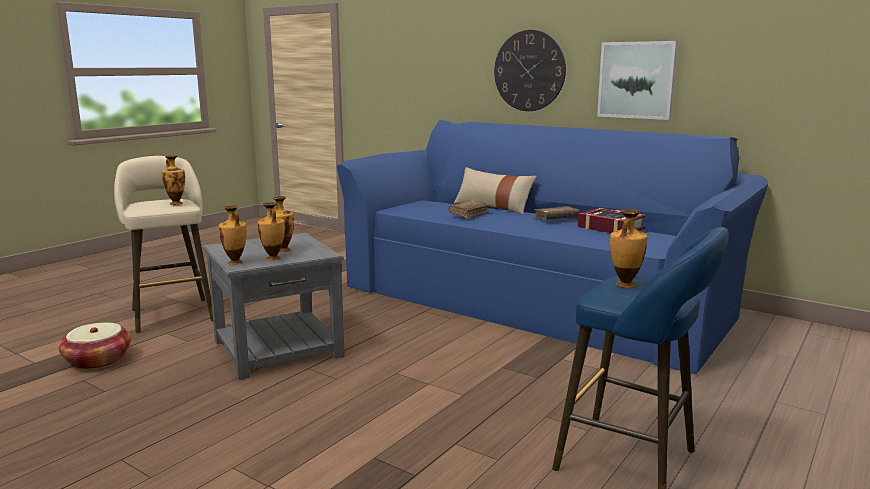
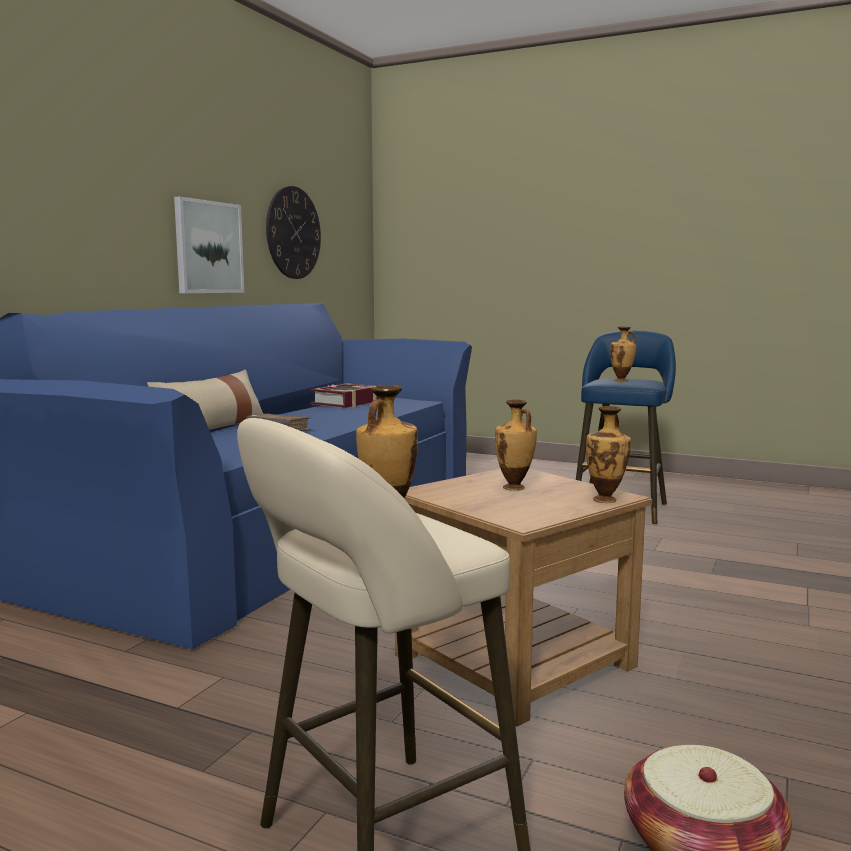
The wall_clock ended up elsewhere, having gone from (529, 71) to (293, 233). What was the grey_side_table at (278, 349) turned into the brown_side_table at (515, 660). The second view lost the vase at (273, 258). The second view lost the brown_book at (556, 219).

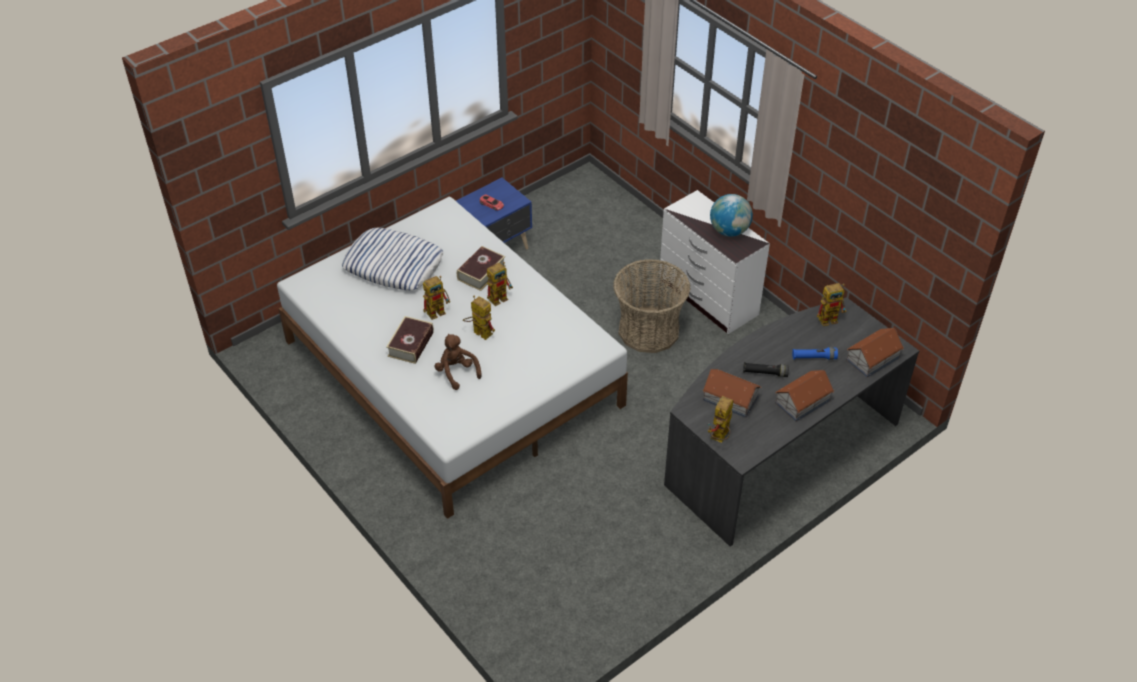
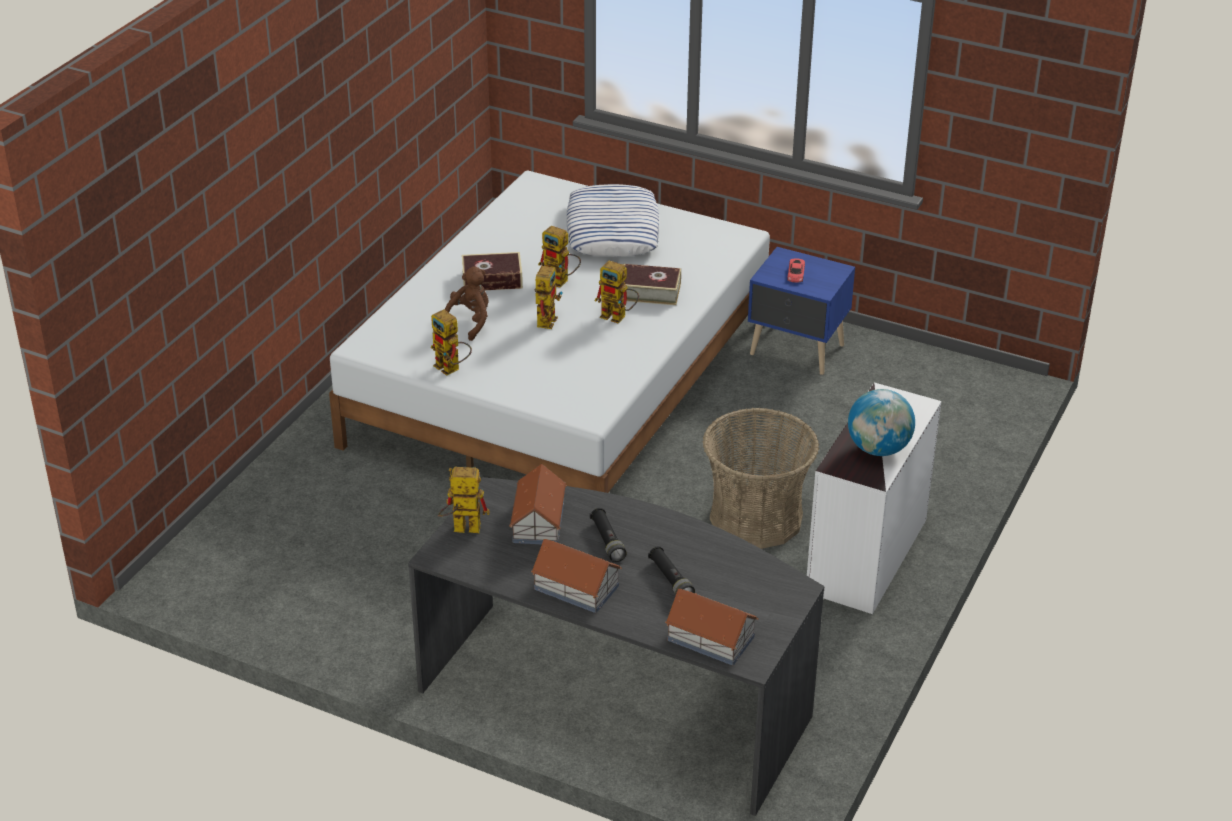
The toy_robot ended up elsewhere, having gone from (831, 318) to (452, 369). What was the blue_flashlight at (814, 357) turned into the black_flashlight at (671, 580).

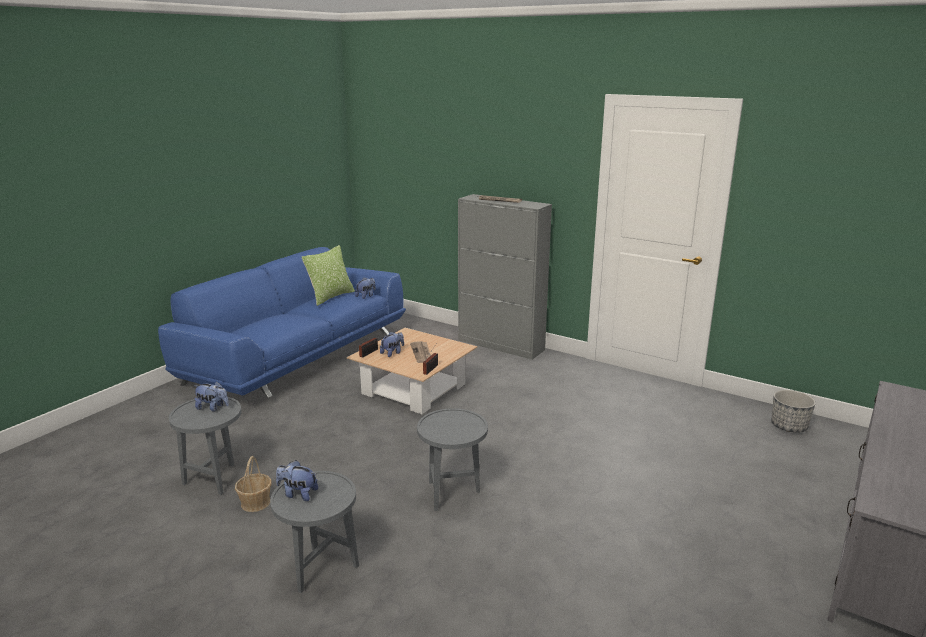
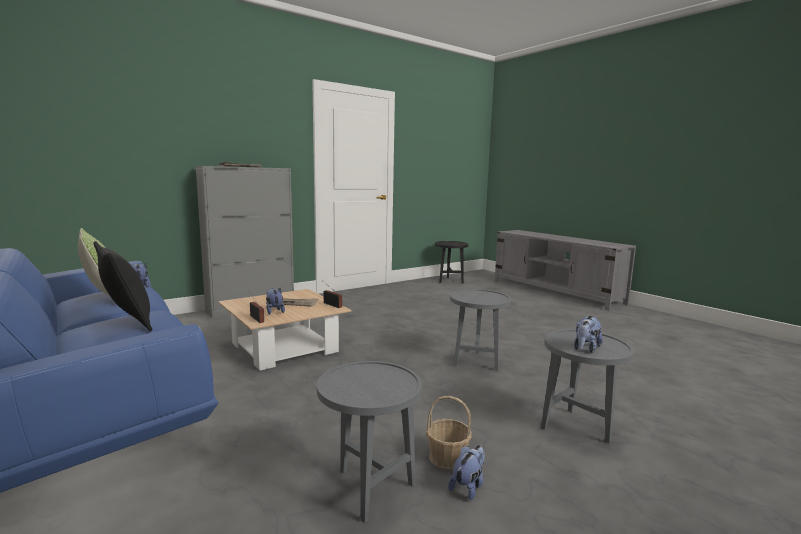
The second view gained the black_pillow at (128, 322). Where the planter stood at (789, 426), the black_side_table came to stand at (449, 280). The plush_toy ended up elsewhere, having gone from (213, 408) to (468, 486).

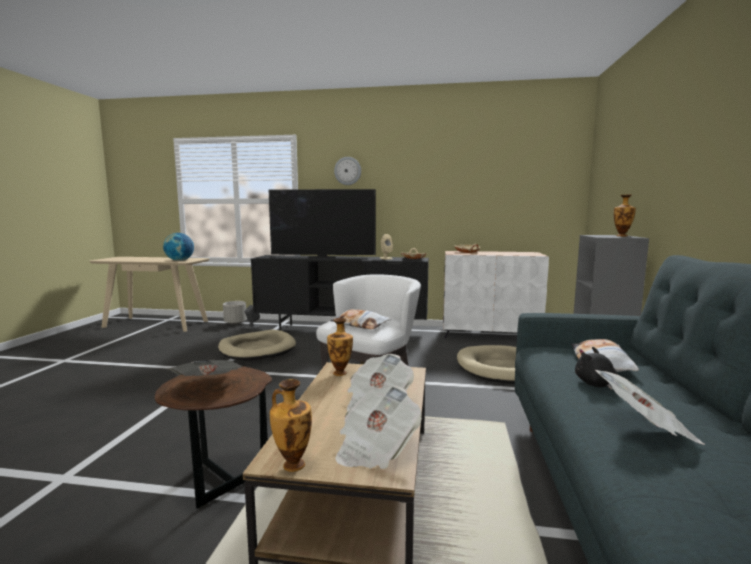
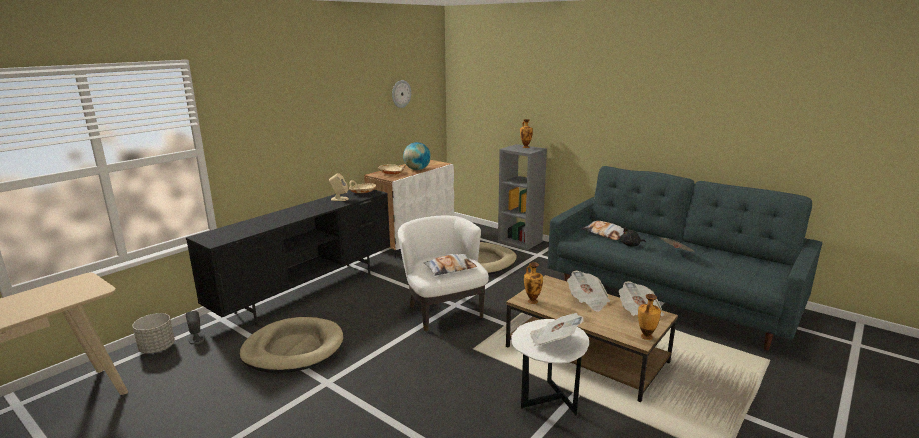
The wall_clock ended up elsewhere, having gone from (347, 171) to (401, 94). The globe ended up elsewhere, having gone from (179, 260) to (417, 169). What was the brown_side_table at (221, 479) turned into the white_side_table at (546, 402). The second view lost the television at (323, 256).

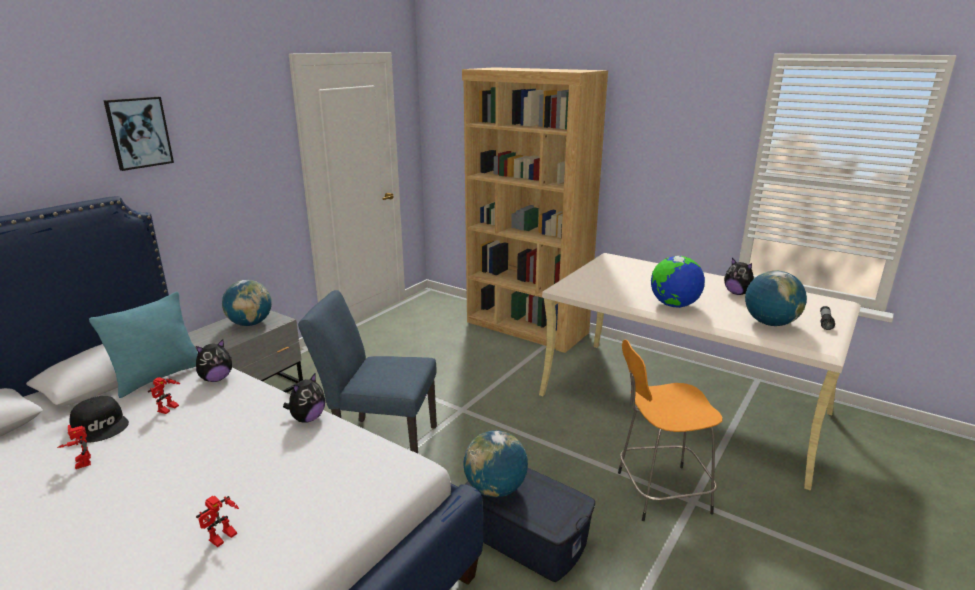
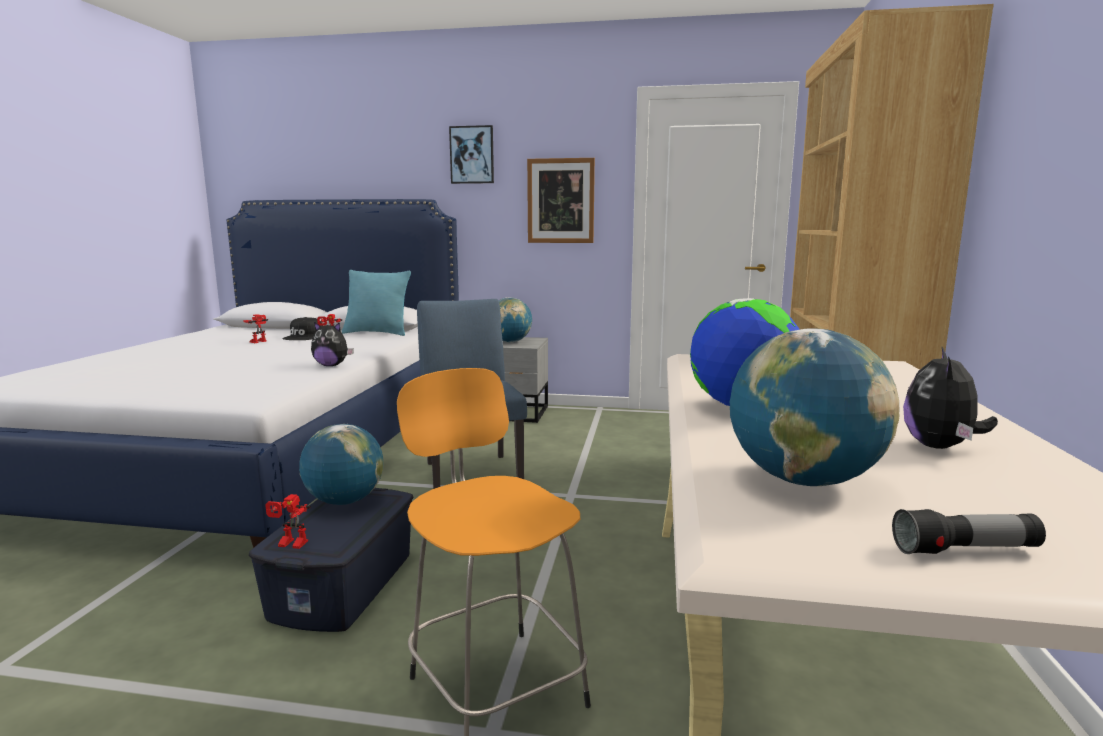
The toy_robot ended up elsewhere, having gone from (223, 539) to (289, 545). The second view gained the picture at (560, 201). The second view lost the plush_toy at (216, 379).

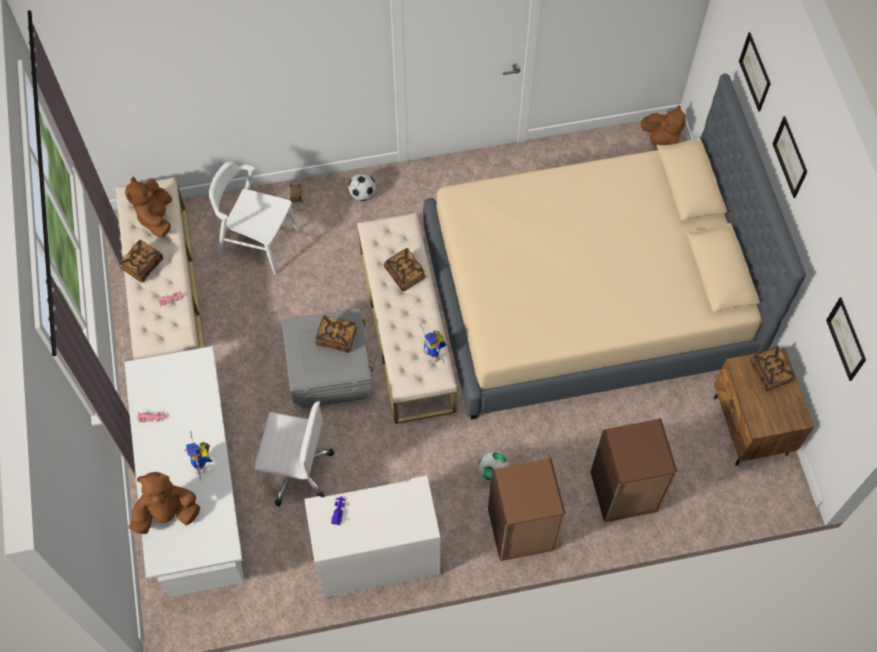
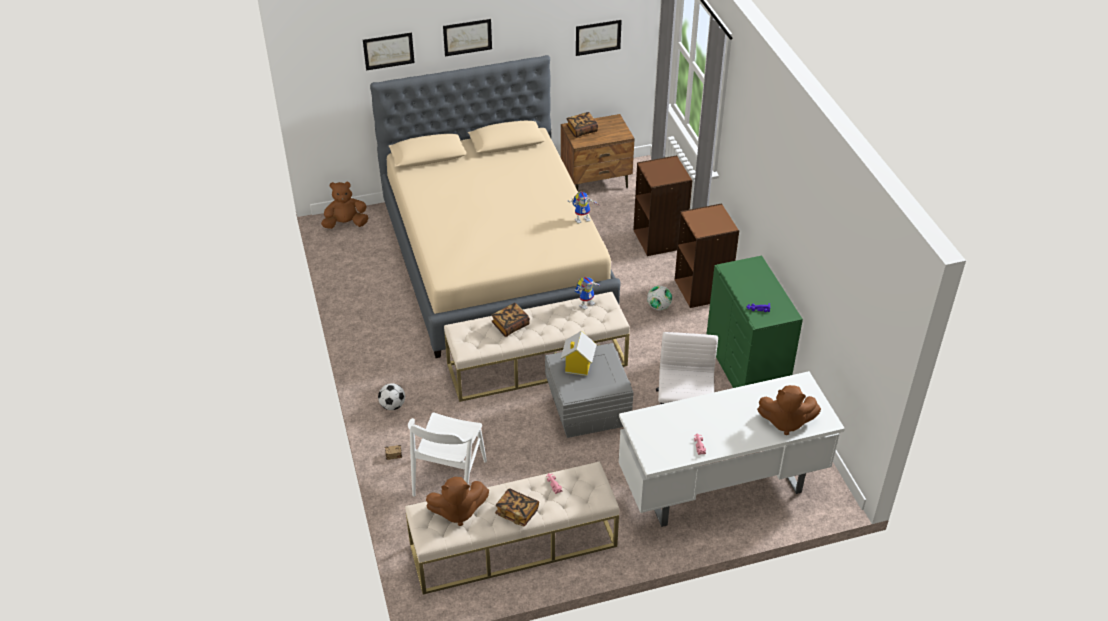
Where the book stood at (336, 338), the toy_house came to stand at (578, 366). The toy_robot ended up elsewhere, having gone from (203, 465) to (583, 218). What was the white_dresser at (377, 558) turned into the green_dresser at (747, 367). The brown_plush_toy at (167, 514) ended up facing another way, 60 degrees counterclockwise from before.

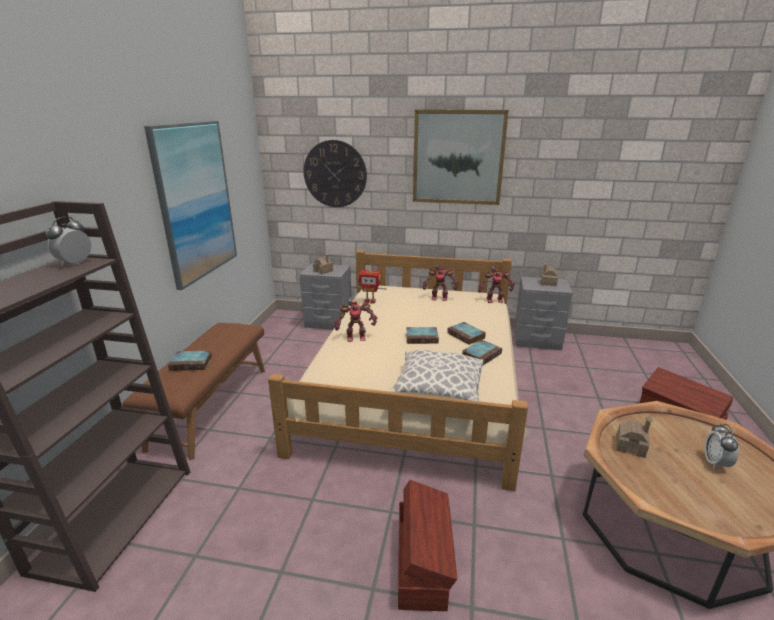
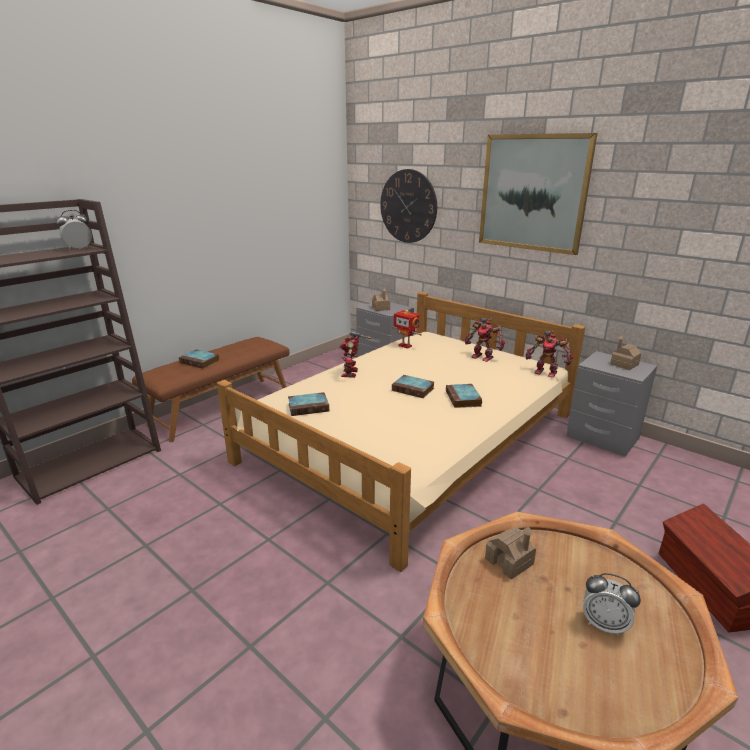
The book ended up elsewhere, having gone from (481, 355) to (309, 407). The toy_robot at (355, 337) ended up facing another way, 75 degrees clockwise from before. The alarm_clock at (715, 463) ended up facing another way, 105 degrees counterclockwise from before. The second view lost the picture at (195, 201). The second view lost the pillow at (437, 392). The second view lost the brown_storage_box at (422, 561).

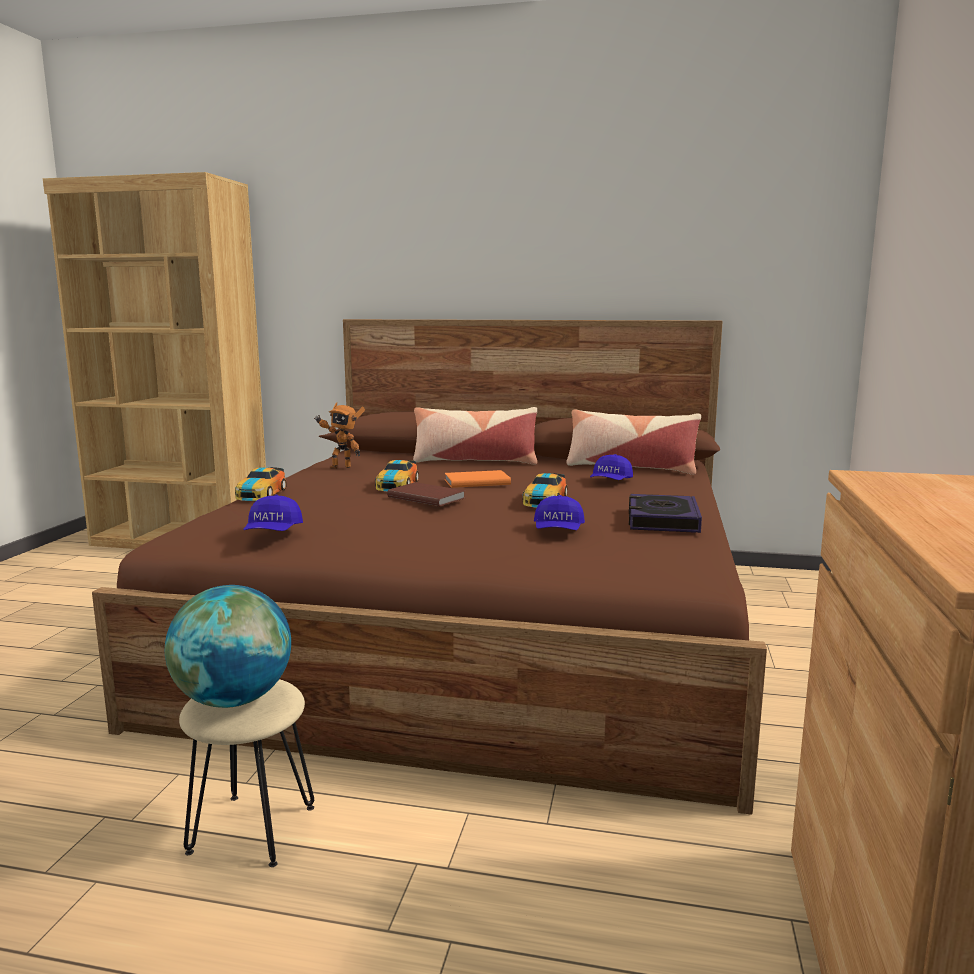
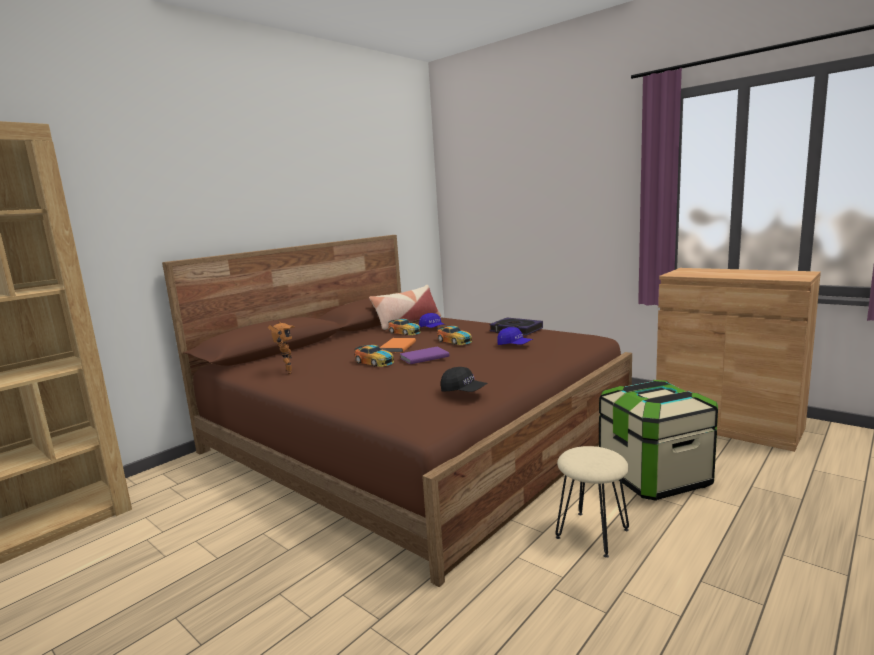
The toy_robot at (340, 467) ended up facing another way, 45 degrees counterclockwise from before. The toy_car ended up elsewhere, having gone from (261, 493) to (405, 332). What was the brown_book at (426, 497) turned into the purple_book at (423, 357). What was the blue_cap at (273, 532) turned into the black_cap at (463, 391). The second view gained the storage_box at (654, 477). The second view lost the globe at (234, 700). The second view lost the pillow at (474, 461).

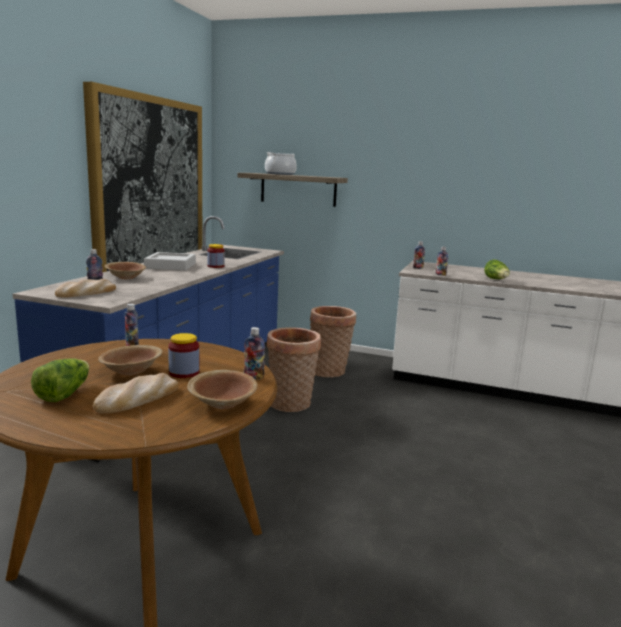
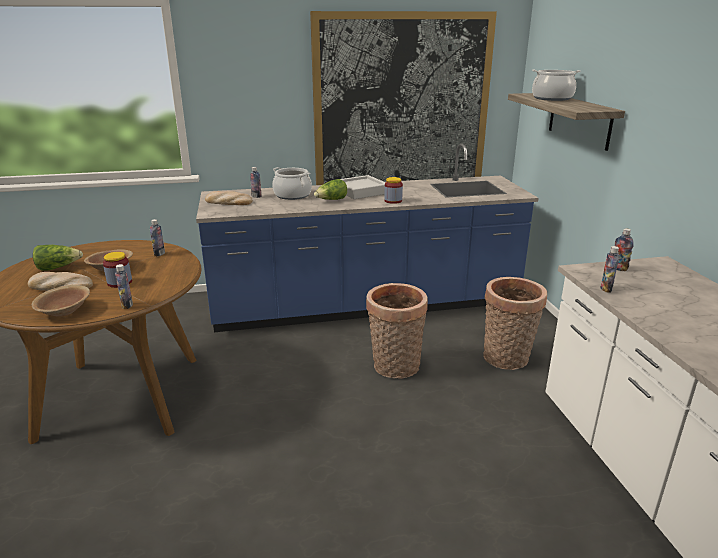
Where the brown_bowl stood at (126, 277), the cooking_pot came to stand at (292, 195). The lettuce ended up elsewhere, having gone from (497, 280) to (331, 200).

